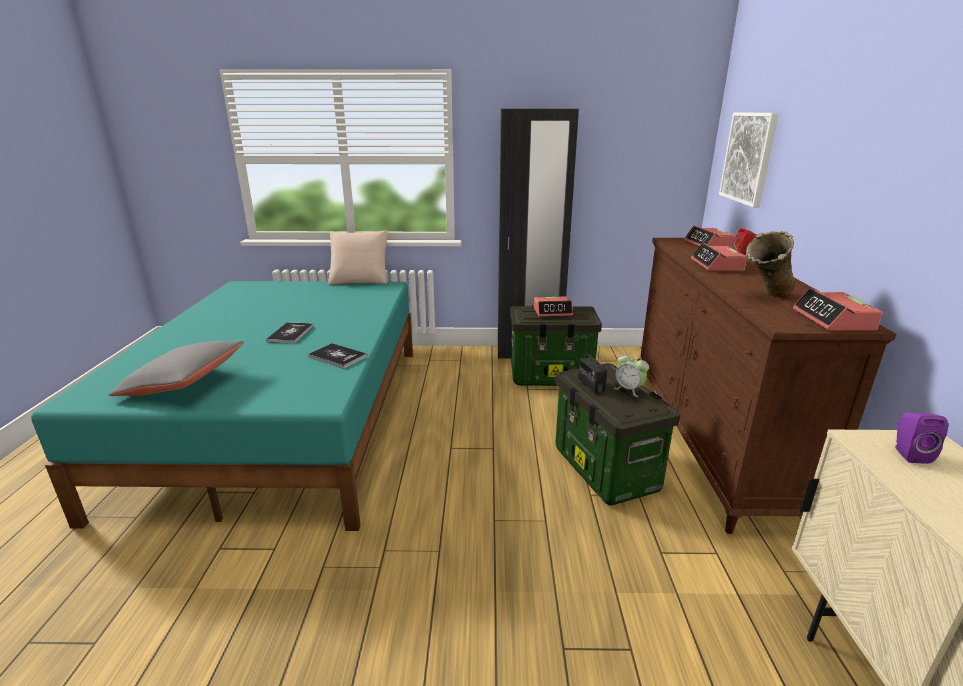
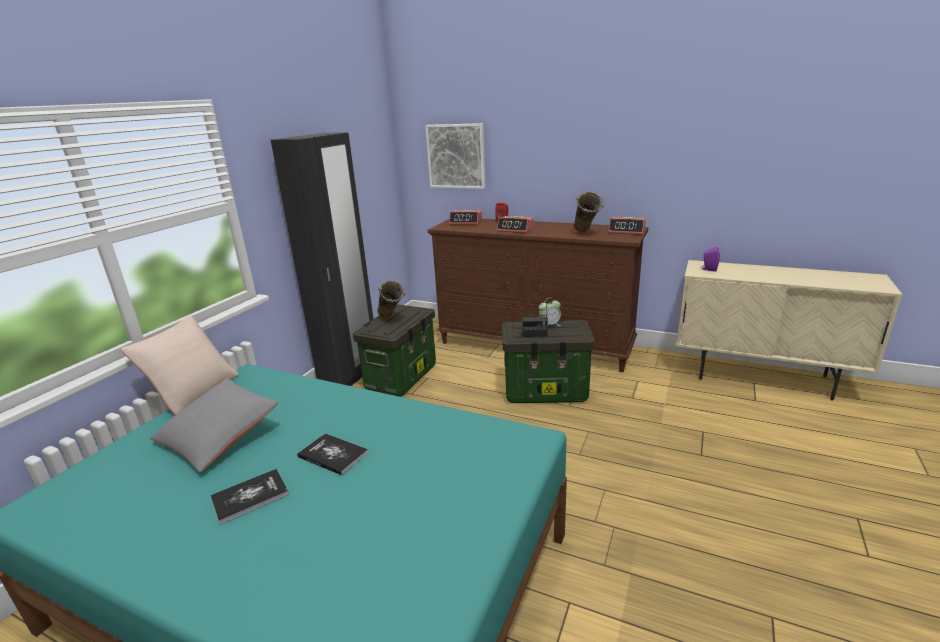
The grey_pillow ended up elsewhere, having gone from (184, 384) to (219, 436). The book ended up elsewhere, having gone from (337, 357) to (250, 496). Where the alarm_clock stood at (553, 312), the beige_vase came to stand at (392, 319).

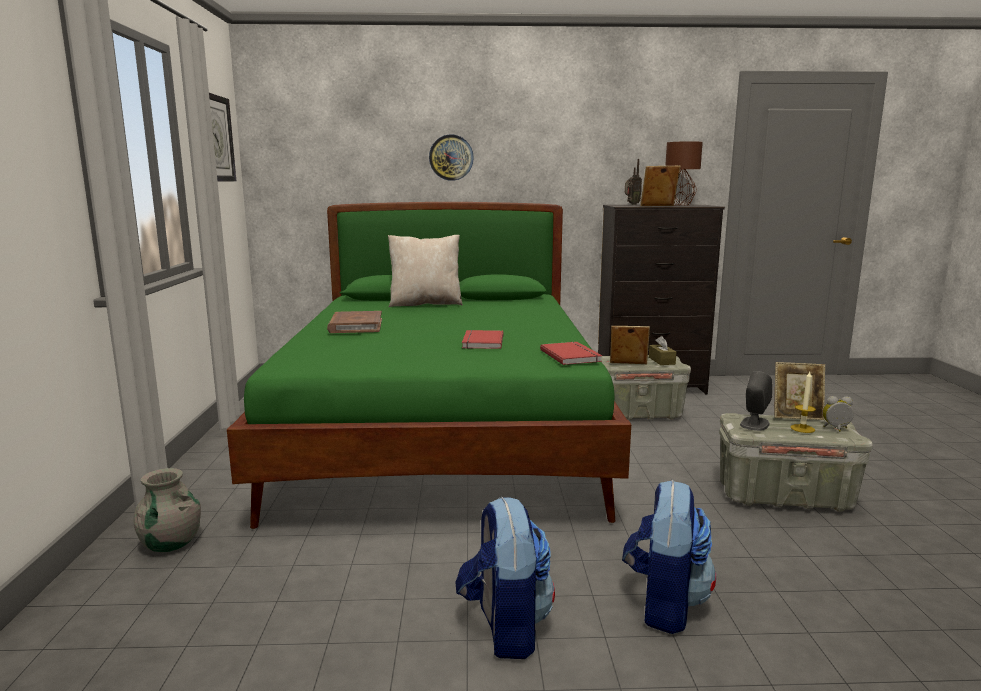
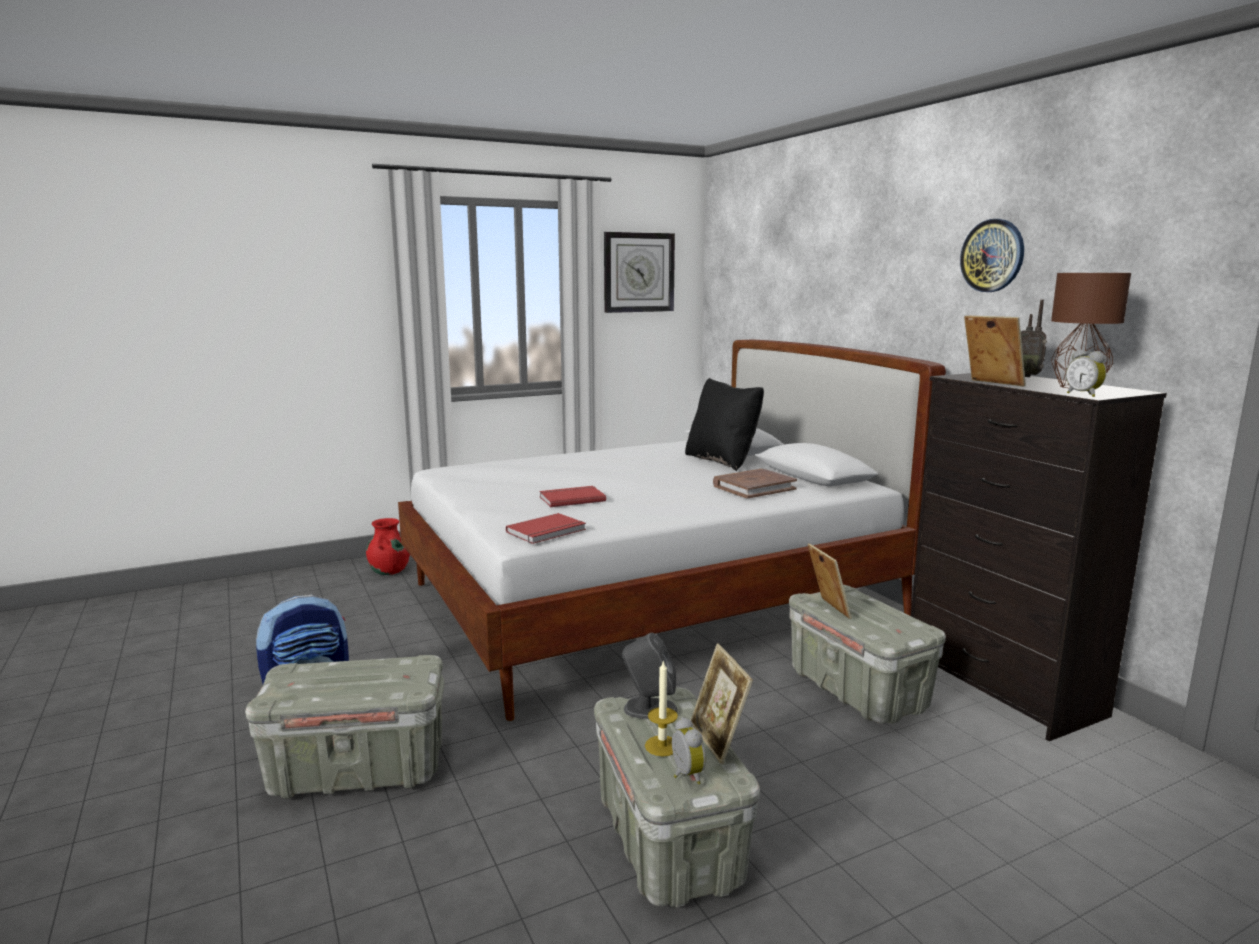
Where the backpack stood at (664, 604), the grey_storage_box came to stand at (359, 770). What was the grey_vase at (171, 544) turned into the red_vase at (389, 571). What was the green_bed at (444, 435) turned into the white_bed at (651, 602). What was the beige_pillow at (425, 304) turned into the black_pillow at (722, 461). The brown_book ended up elsewhere, having gone from (355, 326) to (754, 487). The wall_clock ended up elsewhere, having gone from (451, 157) to (992, 255). The second view gained the alarm_clock at (1084, 395). The second view lost the brown_tissue_box at (661, 361).

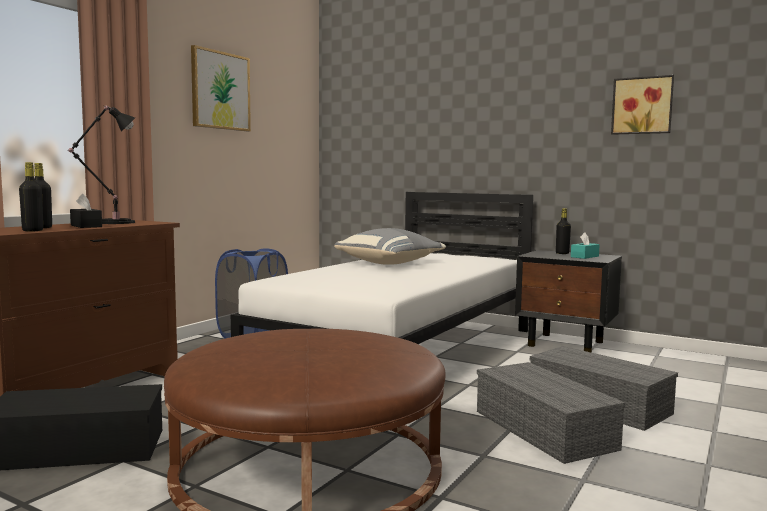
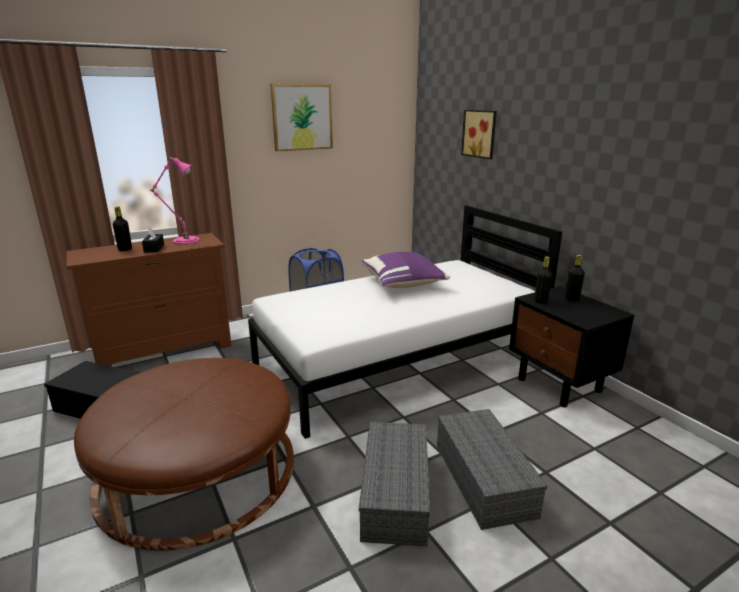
What was the black_table_lamp at (112, 222) turned into the pink_table_lamp at (184, 241). What was the grey_pillow at (390, 263) turned into the purple_pillow at (403, 284). The picture ended up elsewhere, having gone from (642, 105) to (480, 134). The black_bottle ended up elsewhere, having gone from (32, 230) to (540, 301). The second view lost the turquoise_tissue_box at (584, 256).

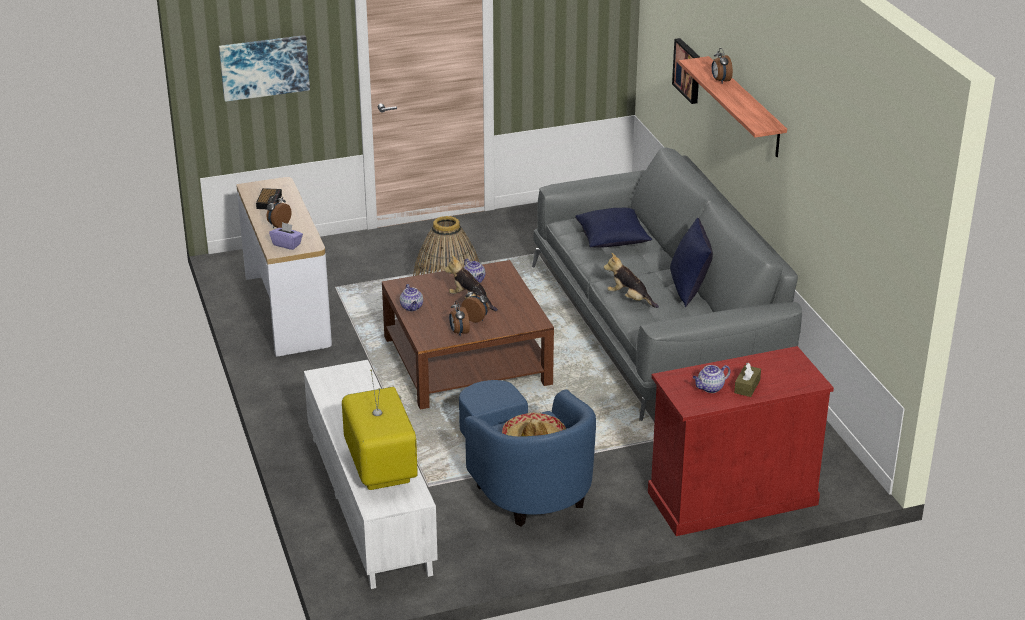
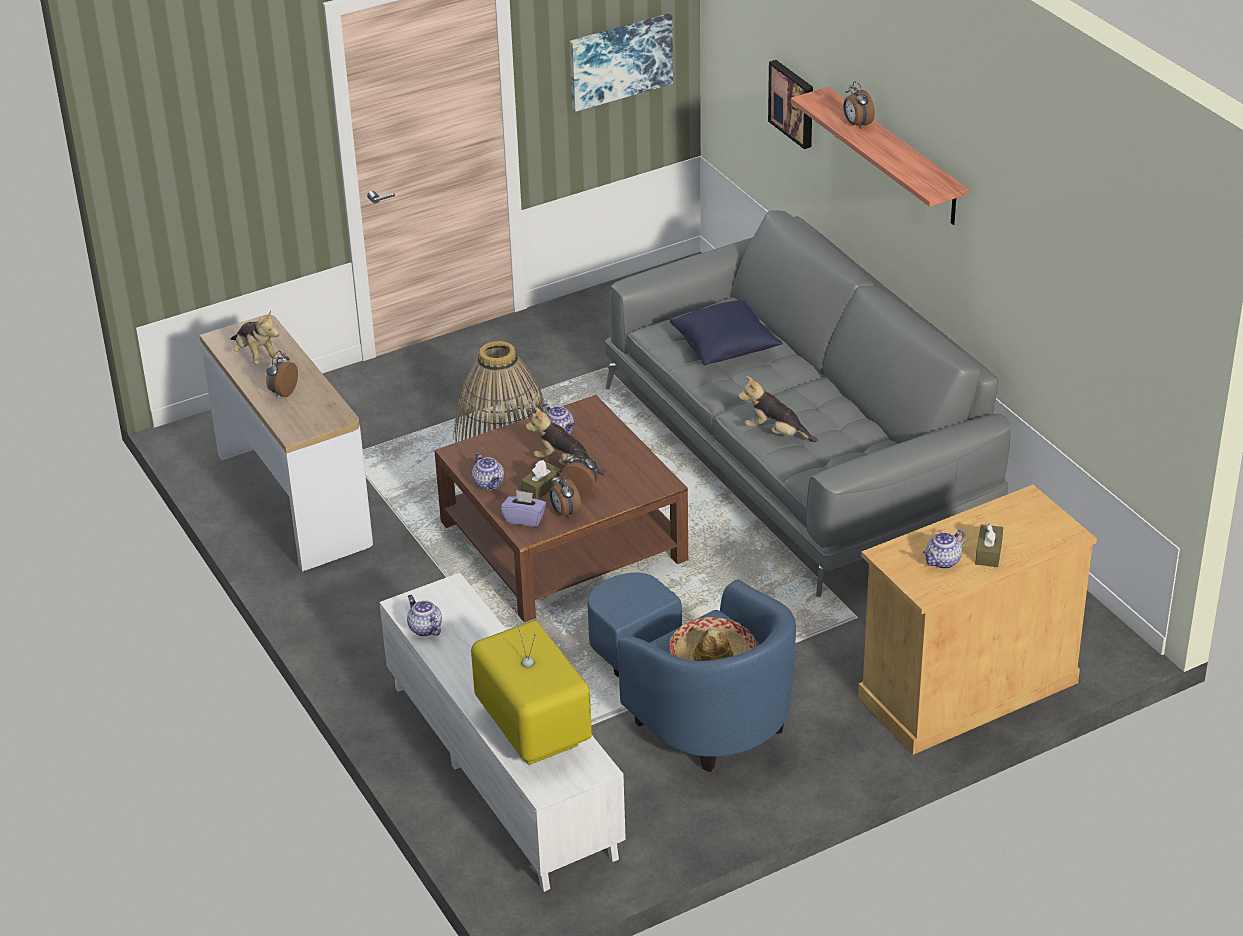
Where the alarm_clock stood at (269, 201), the plush_toy came to stand at (256, 356). The second view gained the teapot at (424, 628). The purple_tissue_box ended up elsewhere, having gone from (287, 244) to (524, 519). The second view gained the brown_tissue_box at (541, 488). The picture ended up elsewhere, having gone from (264, 67) to (620, 60). What was the red_cabinet at (732, 498) turned into the beige_cabinet at (967, 690). The second view lost the blue_pillow at (689, 289).

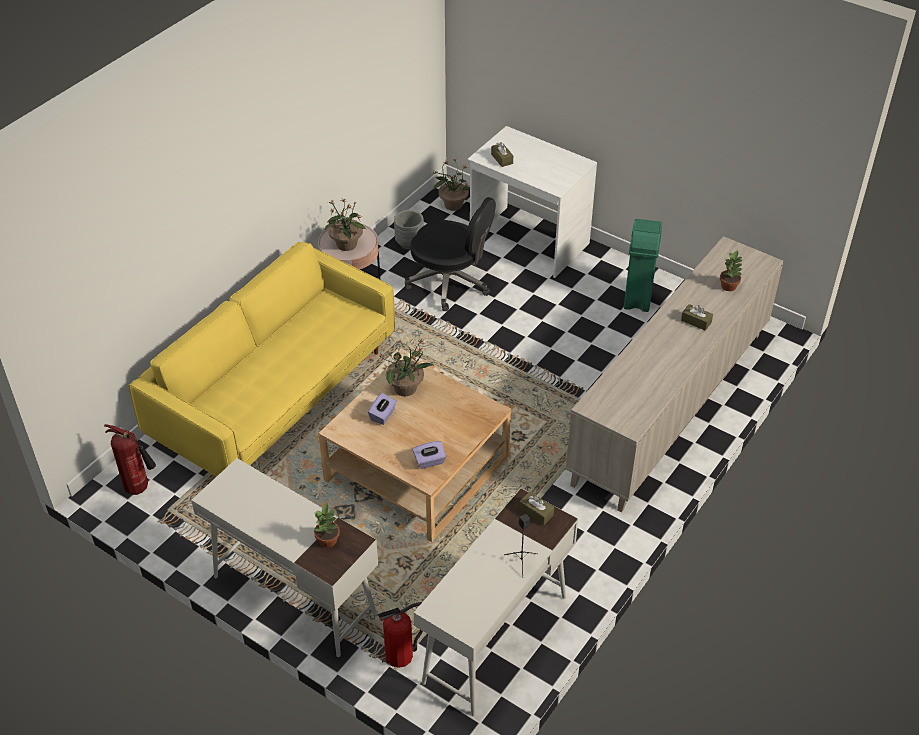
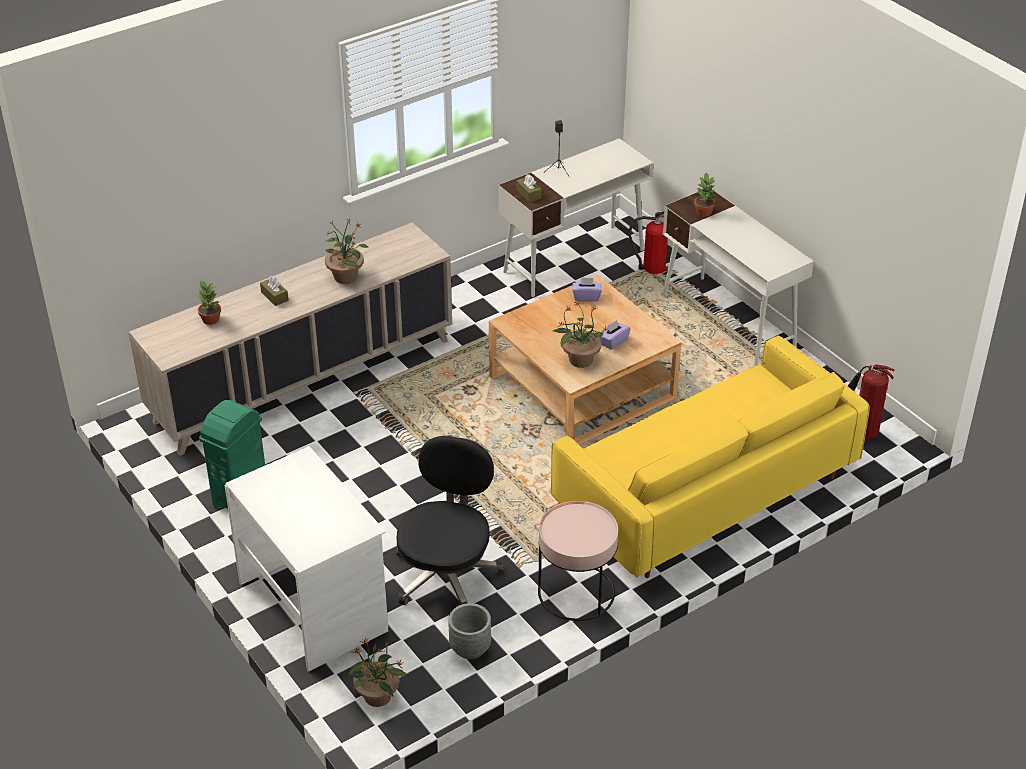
The potted_plant ended up elsewhere, having gone from (346, 245) to (345, 276). The black_office_chair at (450, 283) ended up facing another way, 60 degrees clockwise from before. The second view lost the brown_tissue_box at (502, 159).

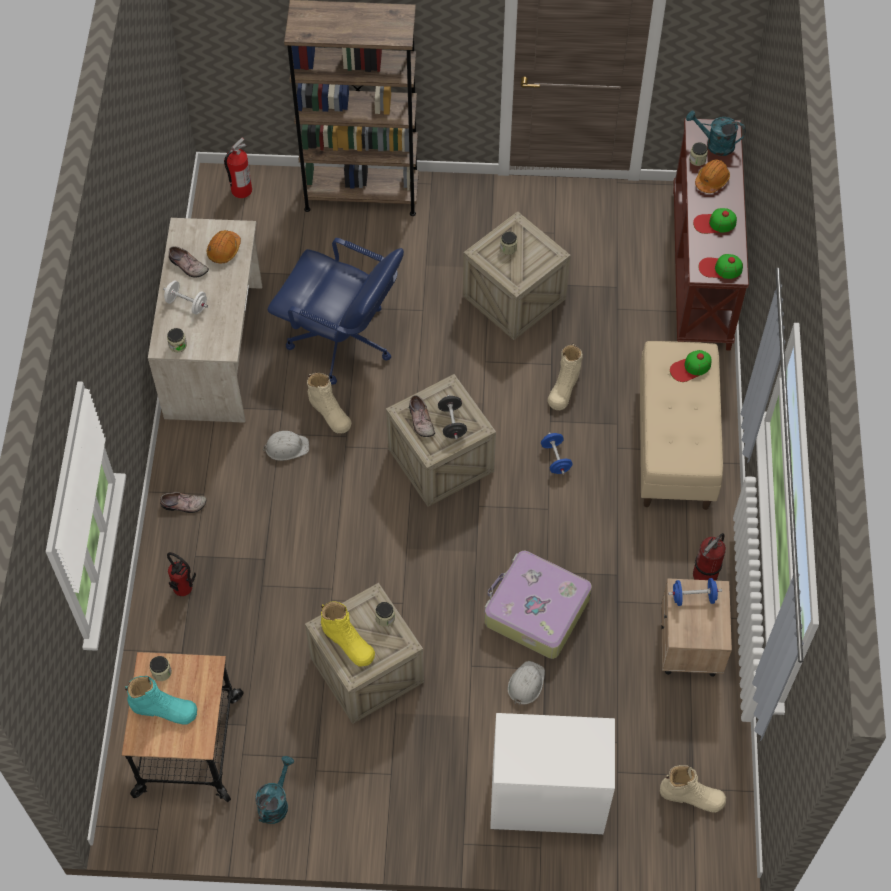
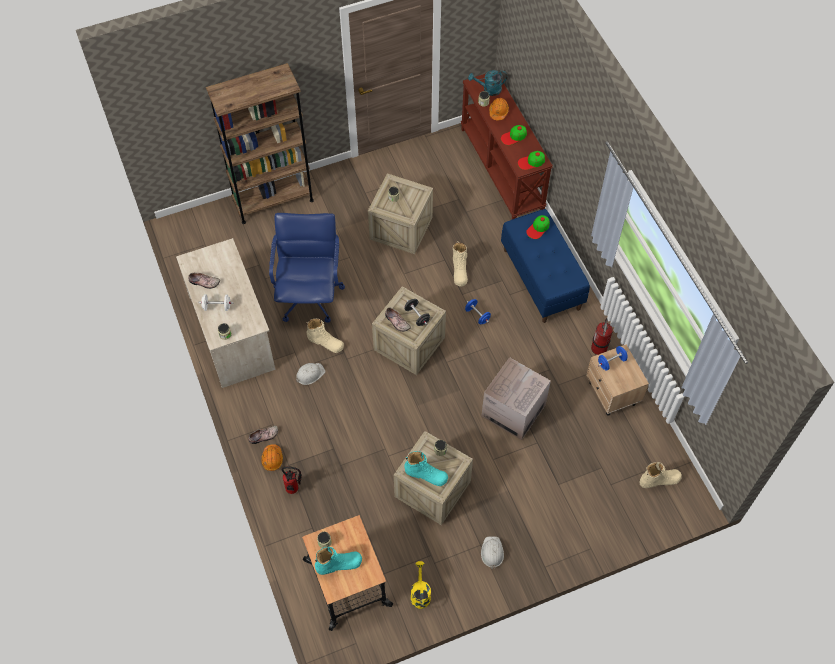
The orange_hard_hat ended up elsewhere, having gone from (224, 250) to (272, 459). The blue_office_chair at (342, 342) ended up facing another way, 90 degrees counterclockwise from before. What was the yellow_boot at (348, 642) turned into the turquoise_boot at (426, 474). What was the turquoise_watering_can at (275, 802) turned into the yellow_watering_can at (420, 593). Where the suitcase stood at (535, 611), the cardboard_box came to stand at (513, 410). The white_hard_hat ended up elsewhere, having gone from (526, 684) to (492, 552). What was the beige_bench at (675, 445) turned into the blue_bench at (542, 279). The second view lost the fire_extinguisher at (241, 190). The second view lost the white_dresser at (546, 799).

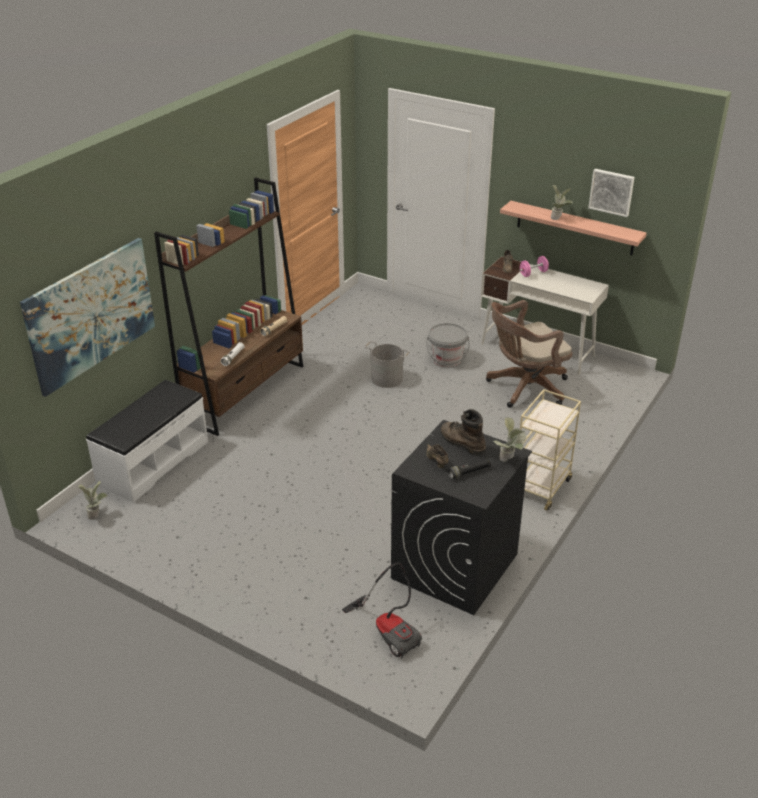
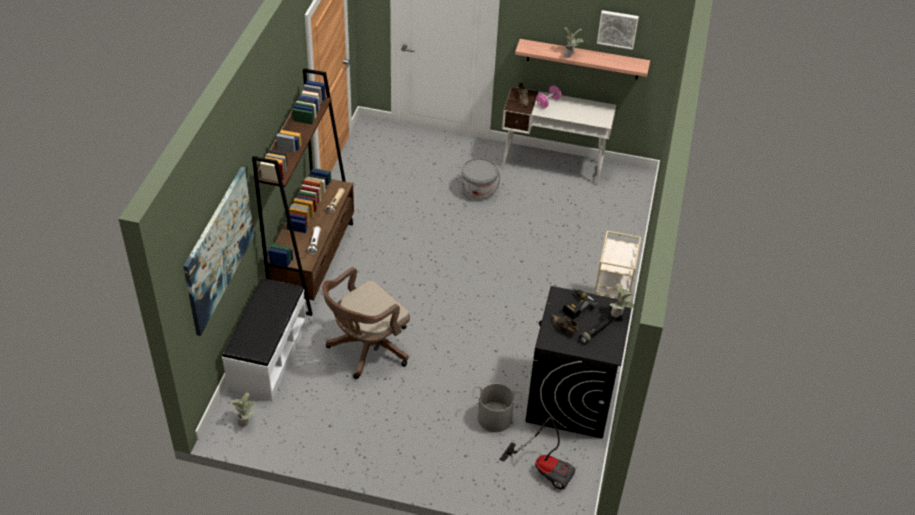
The brown_office_chair ended up elsewhere, having gone from (524, 388) to (366, 349). The grey_bucket ended up elsewhere, having gone from (387, 378) to (494, 417). Where the brown_boot stood at (461, 443), the power_drill came to stand at (576, 306).

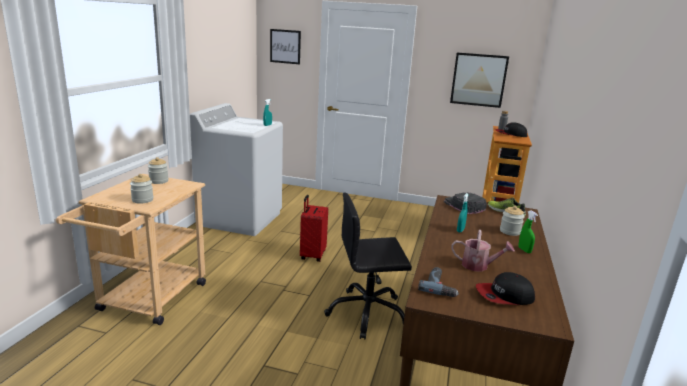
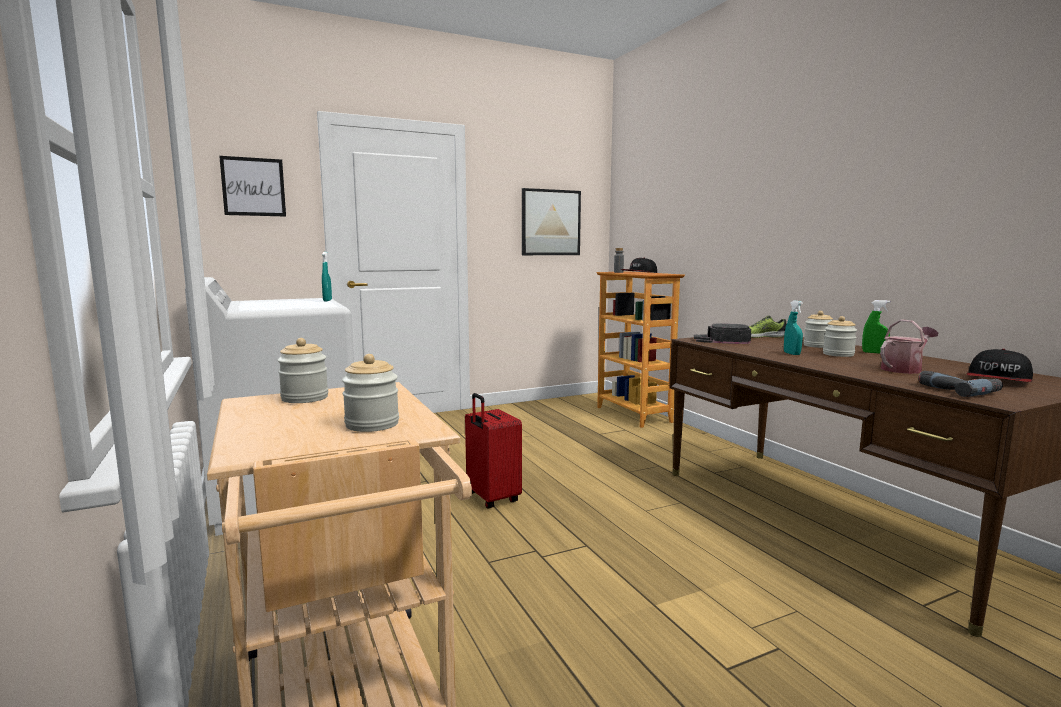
The second view gained the jar at (838, 354). The second view lost the black_office_chair at (367, 313).

